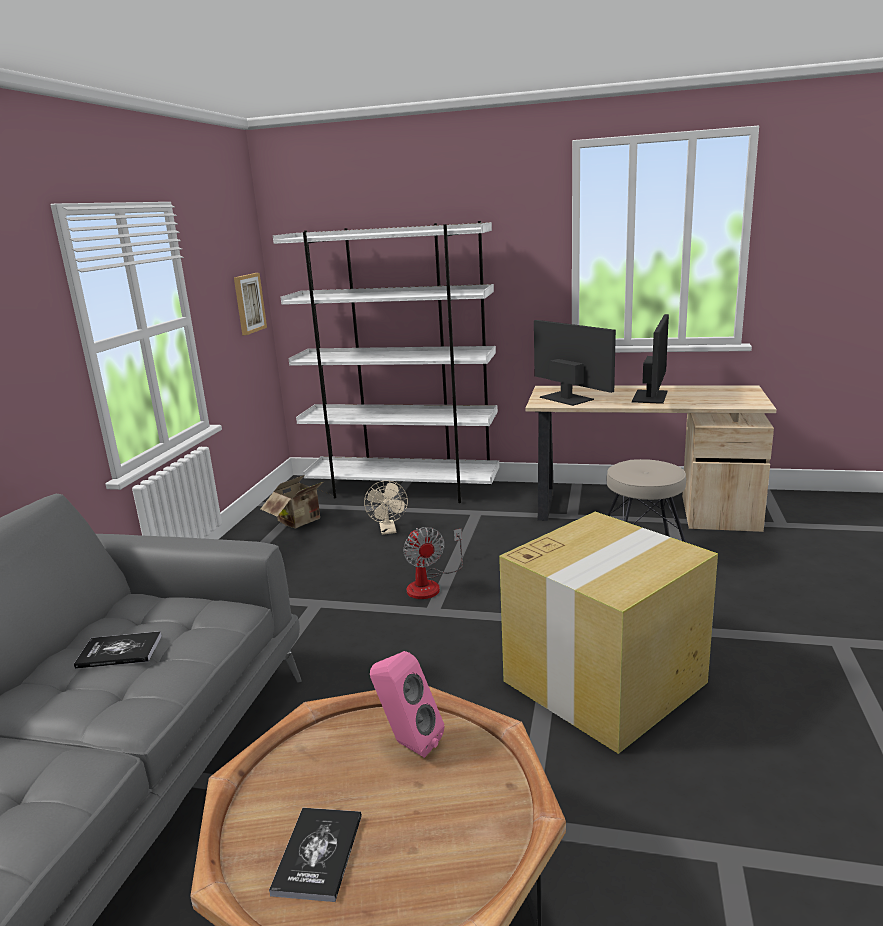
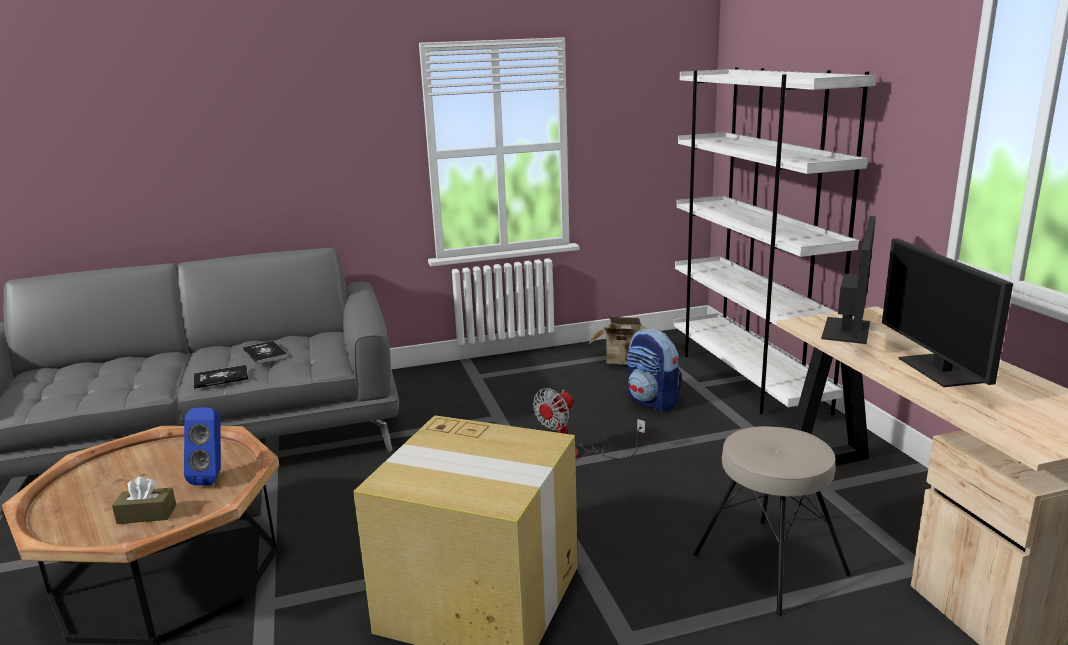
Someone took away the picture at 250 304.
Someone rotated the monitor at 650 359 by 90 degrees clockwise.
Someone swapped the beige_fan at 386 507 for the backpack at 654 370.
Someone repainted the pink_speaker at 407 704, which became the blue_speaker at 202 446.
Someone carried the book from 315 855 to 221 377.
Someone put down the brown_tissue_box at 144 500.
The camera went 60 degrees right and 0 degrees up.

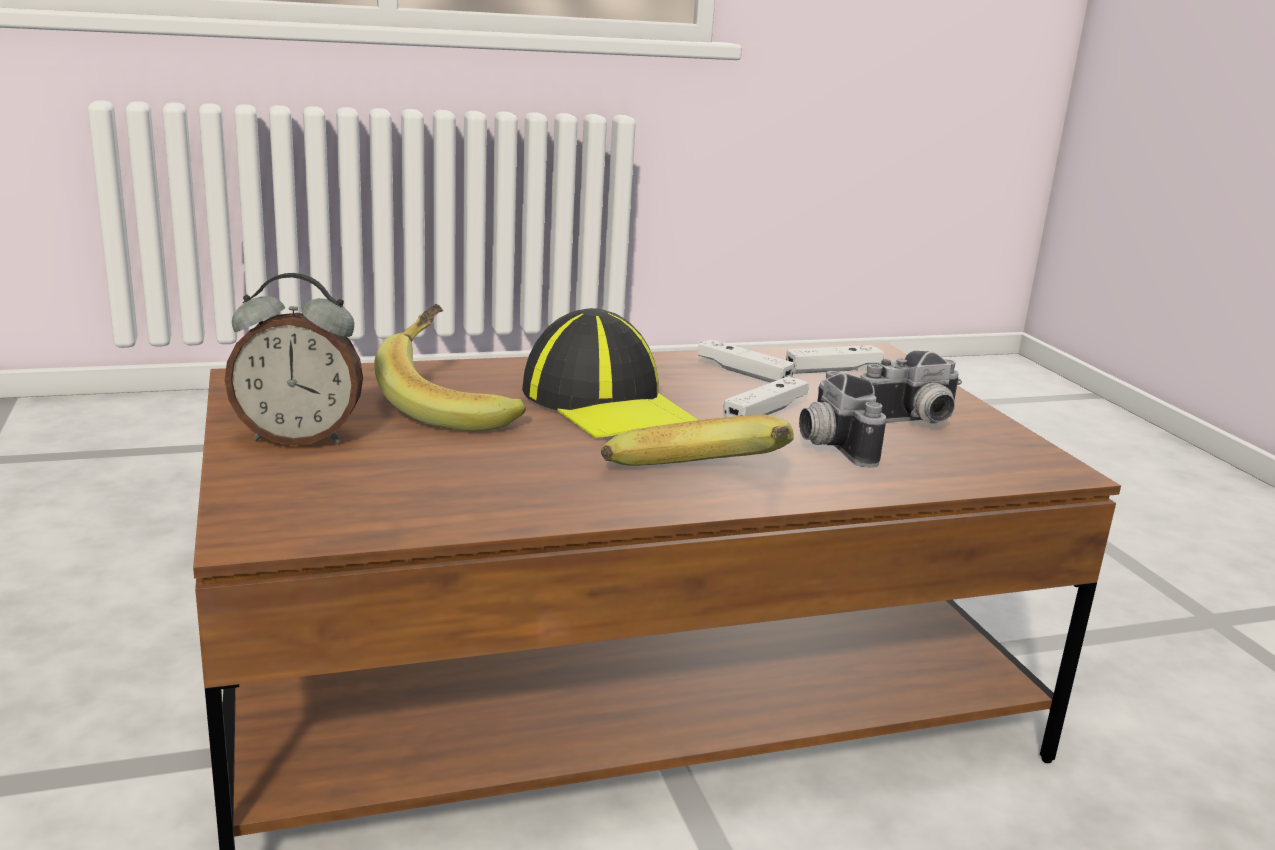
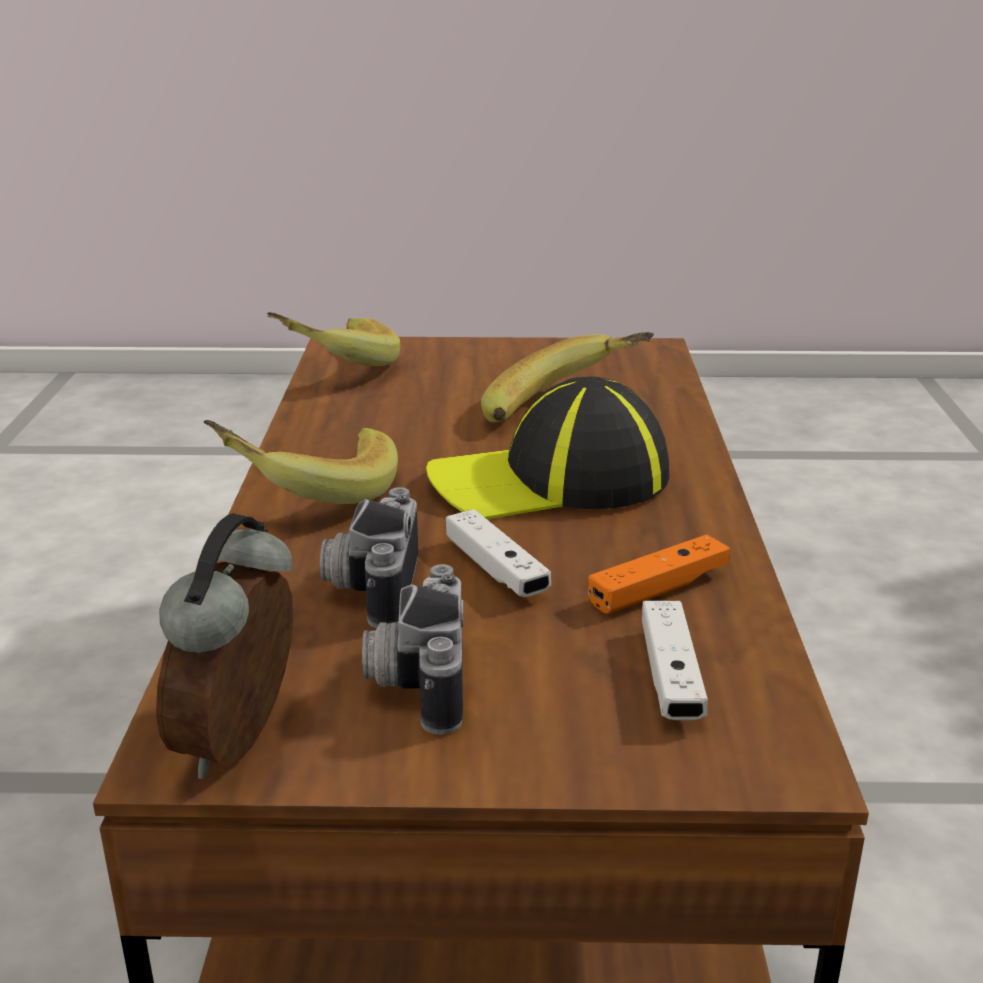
Someone carried the alarm_clock from 294 359 to 224 646.
Someone repainted the white_game_controller at 746 361, which became the orange_game_controller at 659 574.
Someone rotated the photo_camera at 842 419 by 90 degrees counterclockwise.
Someone put down the banana at 333 339.
The camera went 110 degrees right and 5 degrees up.

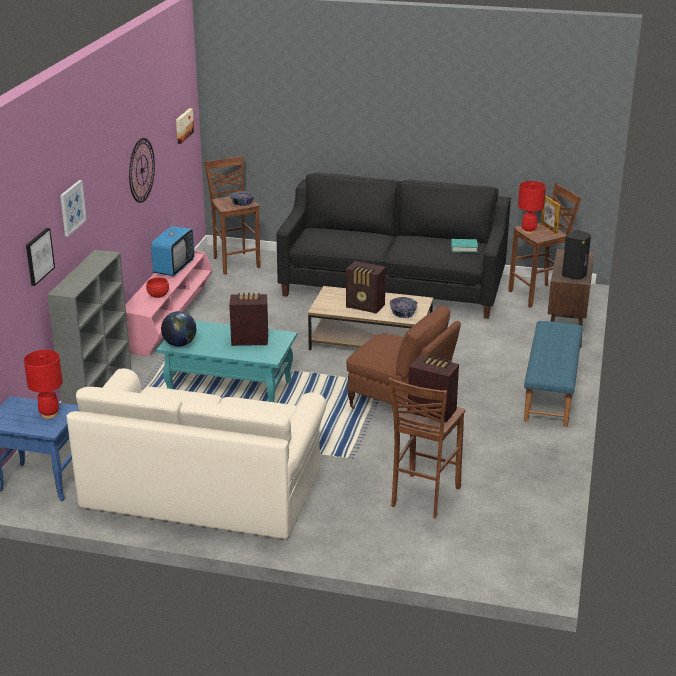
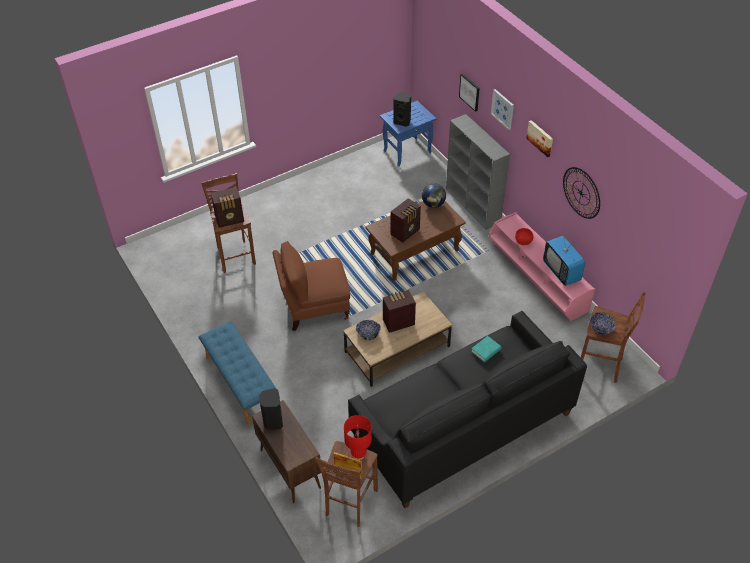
Someone carried the picture from 185 126 to 539 138.
Someone carried the turquoise_book from 464 246 to 486 349.
Someone repainted the turquoise_coffee_table at 227 361, which became the brown_coffee_table at 415 241.
Someone swapped the red_table_lamp at 43 384 for the black_speaker at 402 109.
Someone took away the beige_sofa at 196 454.
The camera went 135 degrees right and 20 degrees up.

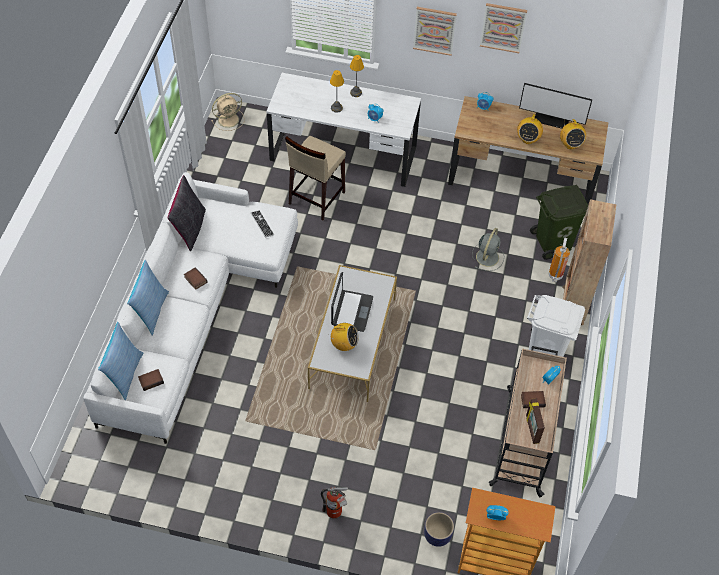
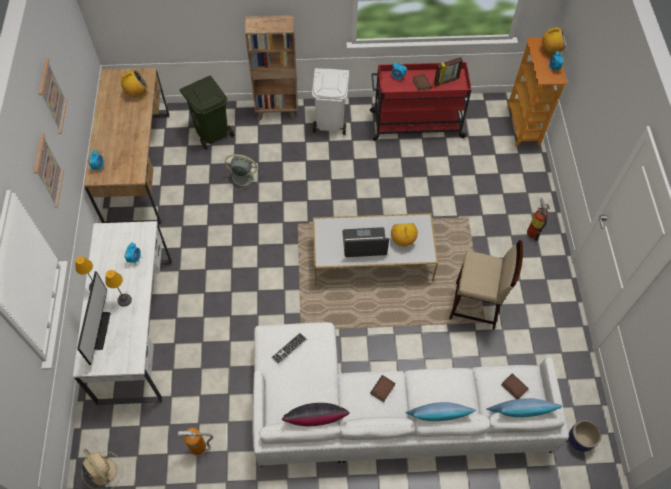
Someone carried the monitor from 556 106 to 94 318.
Someone carried the radio from 530 129 to 554 41.
Someone carried the beige_stool from 315 178 to 486 285.
Someone carried the fire_extinguisher from 559 259 to 195 442.
Someone repainted the beige_cart at 528 421, which became the red_cart at 421 101.
Someone carried the planter from 439 529 to 584 436.
The camera went 105 degrees left and 5 degrees up.

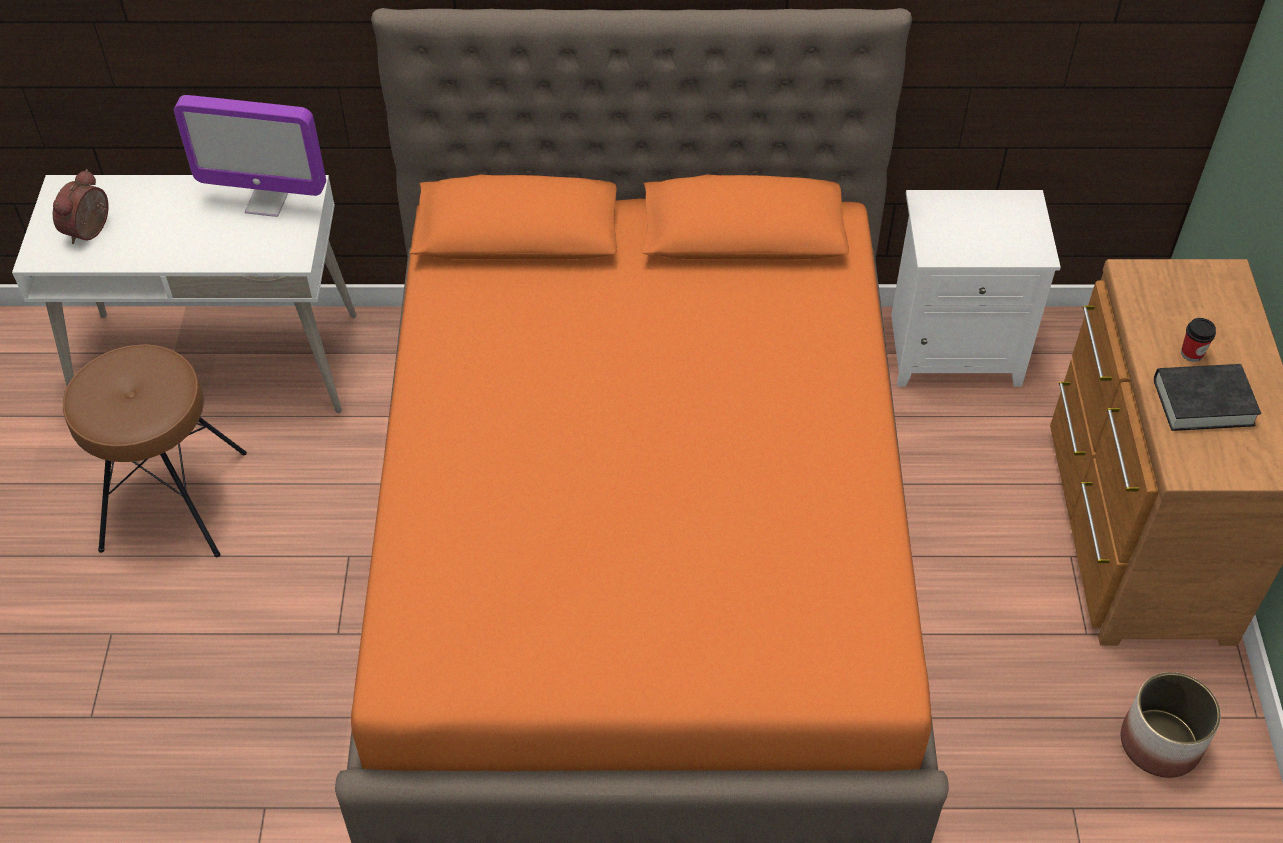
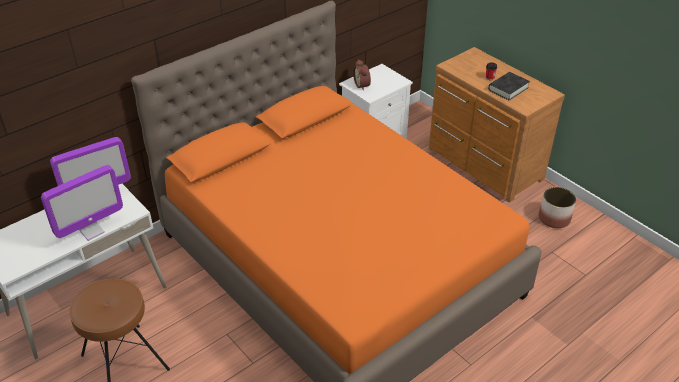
Someone carried the alarm_clock from 81 206 to 362 75.
Someone put down the monitor at 82 203.
The camera went 40 degrees left and 10 degrees down.

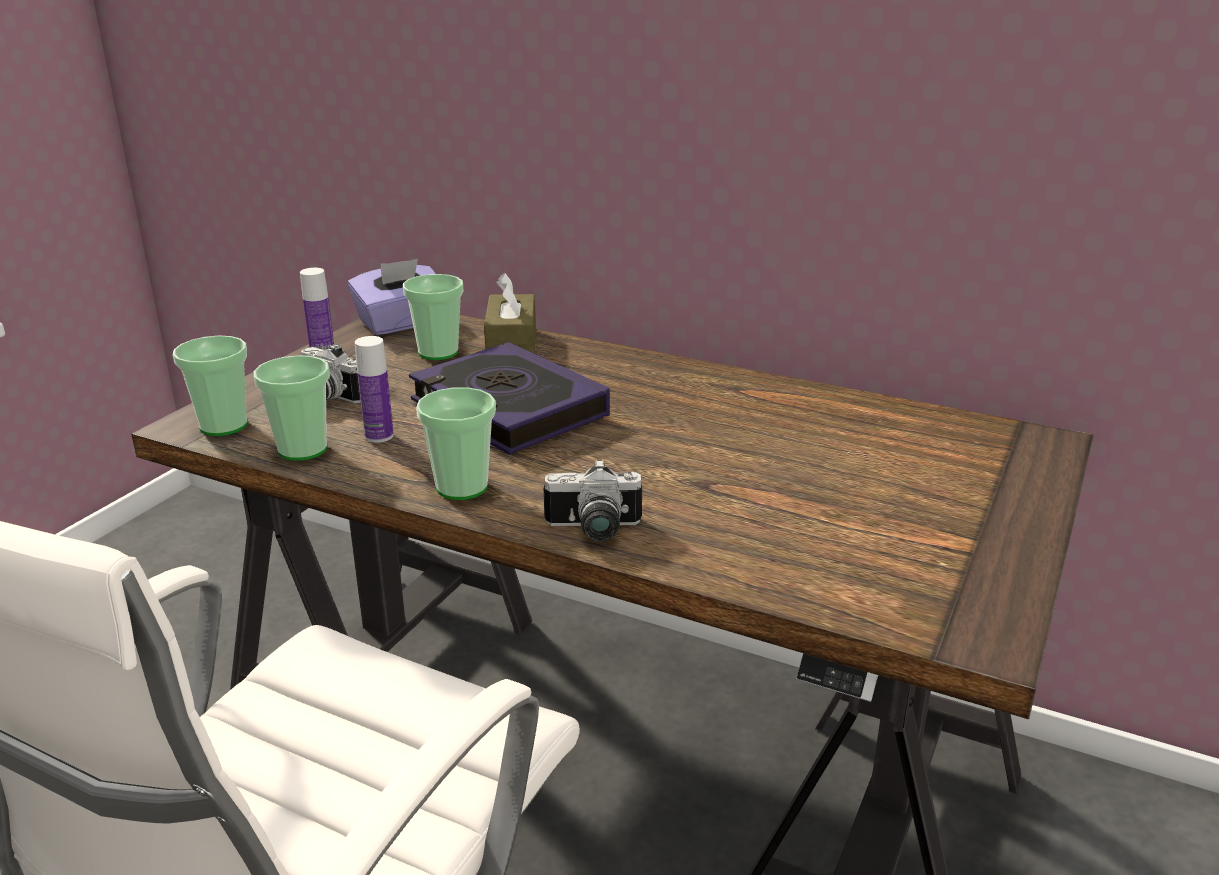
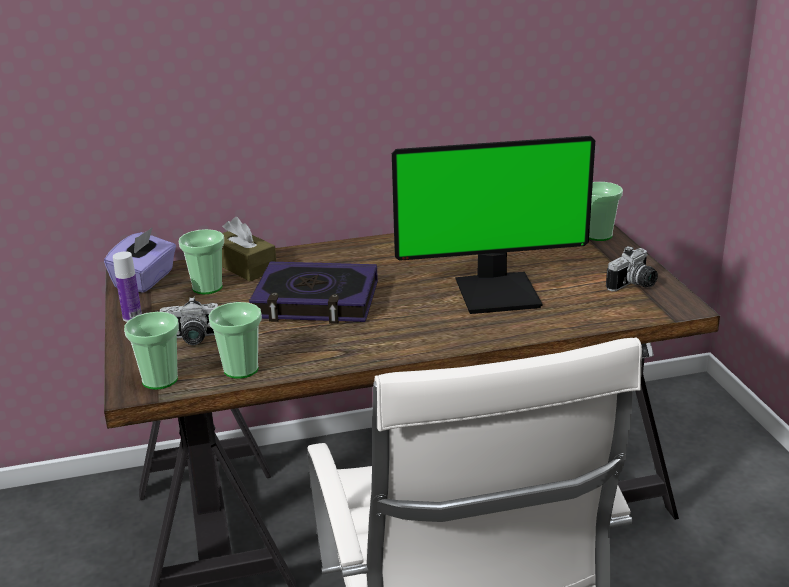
Someone took away the bottle at 374 389.
Someone carried the cup from 456 443 to 606 211.
Someone carried the photo_camera from 593 500 to 632 269.
Someone put down the monitor at 493 225.
The camera went 40 degrees left and 0 degrees up.

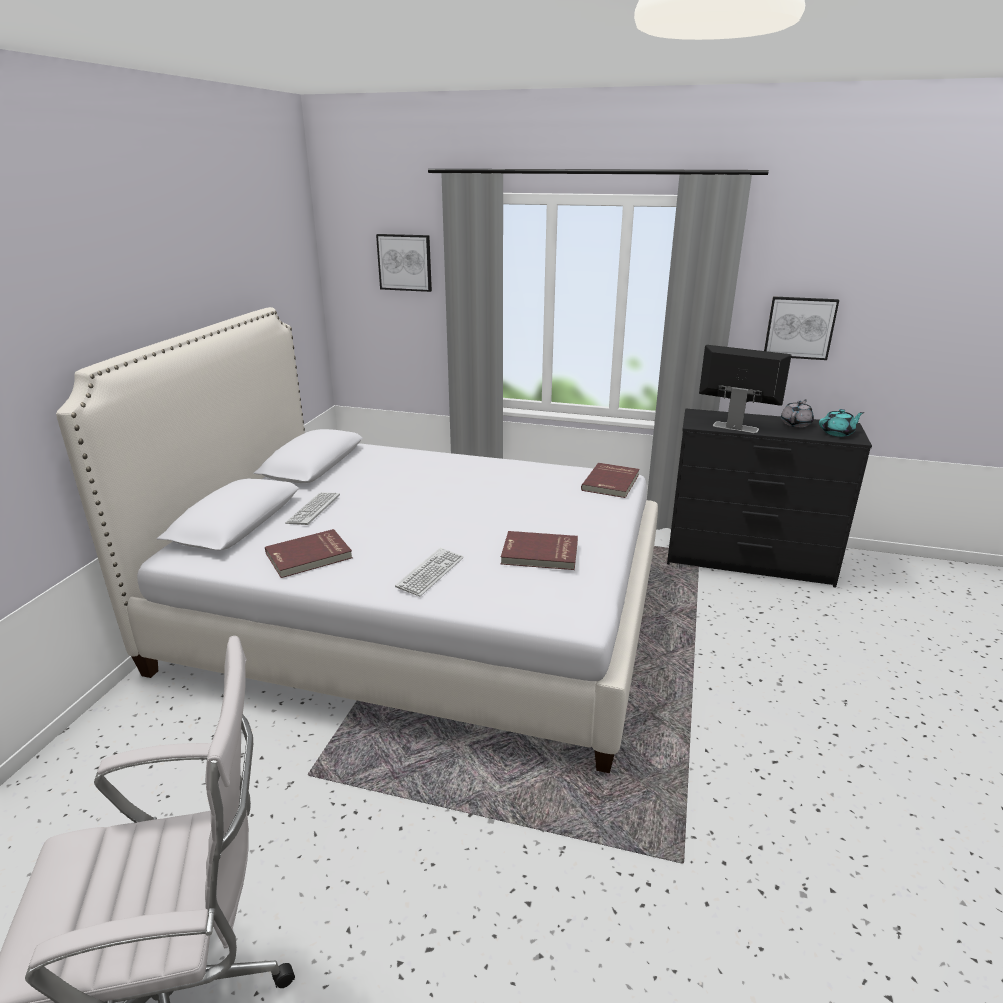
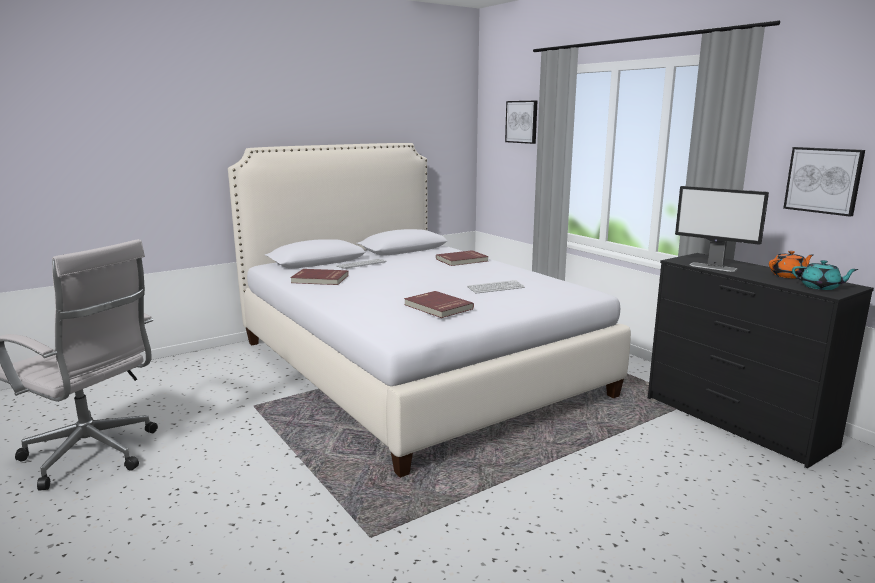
Someone rotated the monitor at 745 389 by 150 degrees clockwise.
Someone repainted the grey_teapot at 797 413, which became the orange_teapot at 791 264.
Someone carried the red_book from 610 480 to 462 258.
Someone carried the keyboard from 429 572 to 496 286.
The camera went 40 degrees right and 10 degrees down.

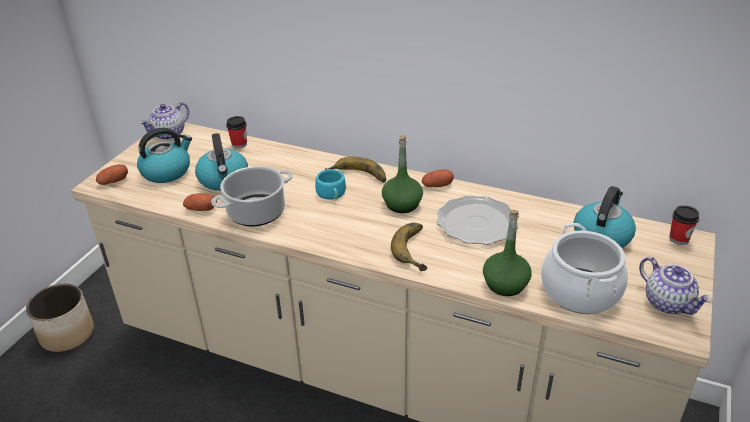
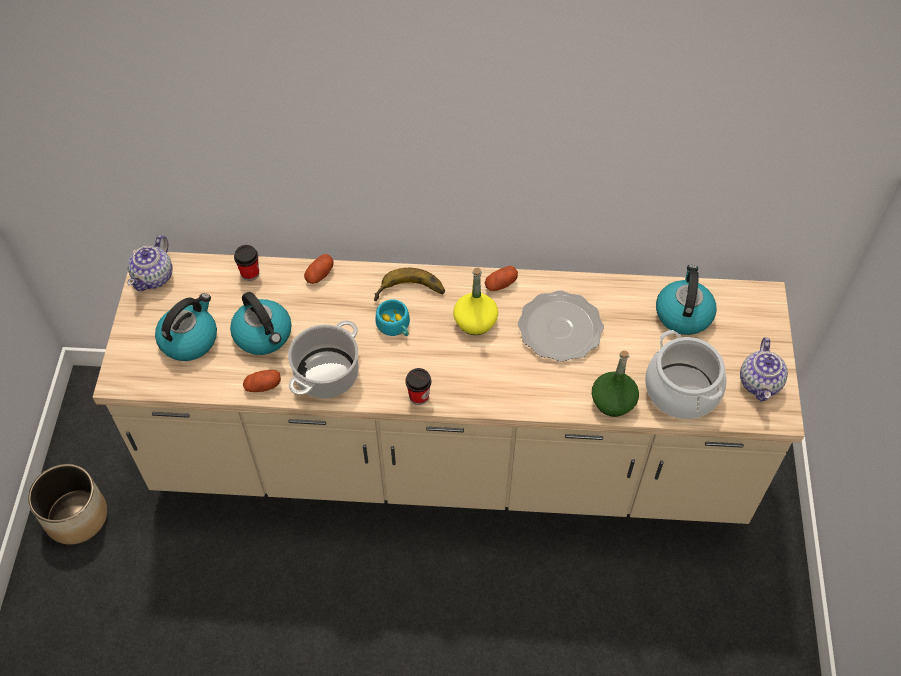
Someone repainted the green_bottle at 402 174, which became the yellow_bottle at 475 301.
Someone carried the potato from 112 174 to 319 269.
Someone carried the cup from 684 225 to 418 386.
Someone took away the banana at 409 247.
Someone rotated the teapot at 675 286 by 60 degrees clockwise.
The camera went 20 degrees left and 20 degrees up.

